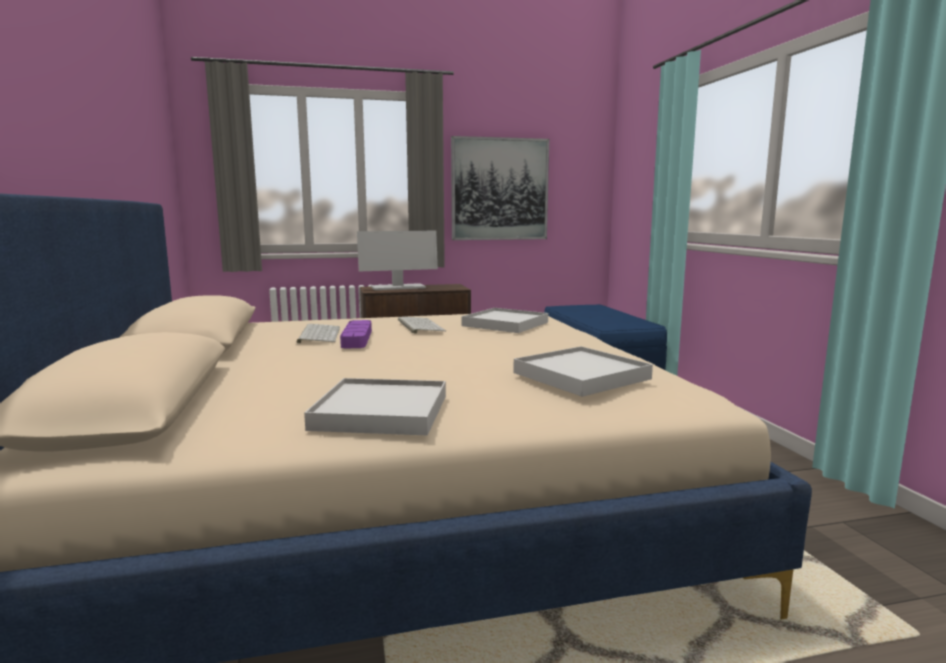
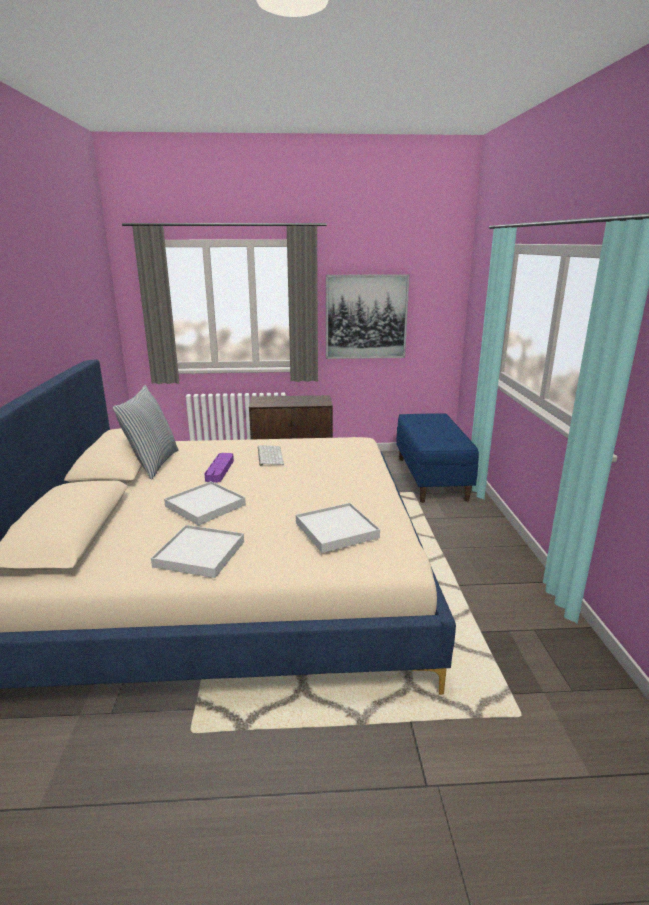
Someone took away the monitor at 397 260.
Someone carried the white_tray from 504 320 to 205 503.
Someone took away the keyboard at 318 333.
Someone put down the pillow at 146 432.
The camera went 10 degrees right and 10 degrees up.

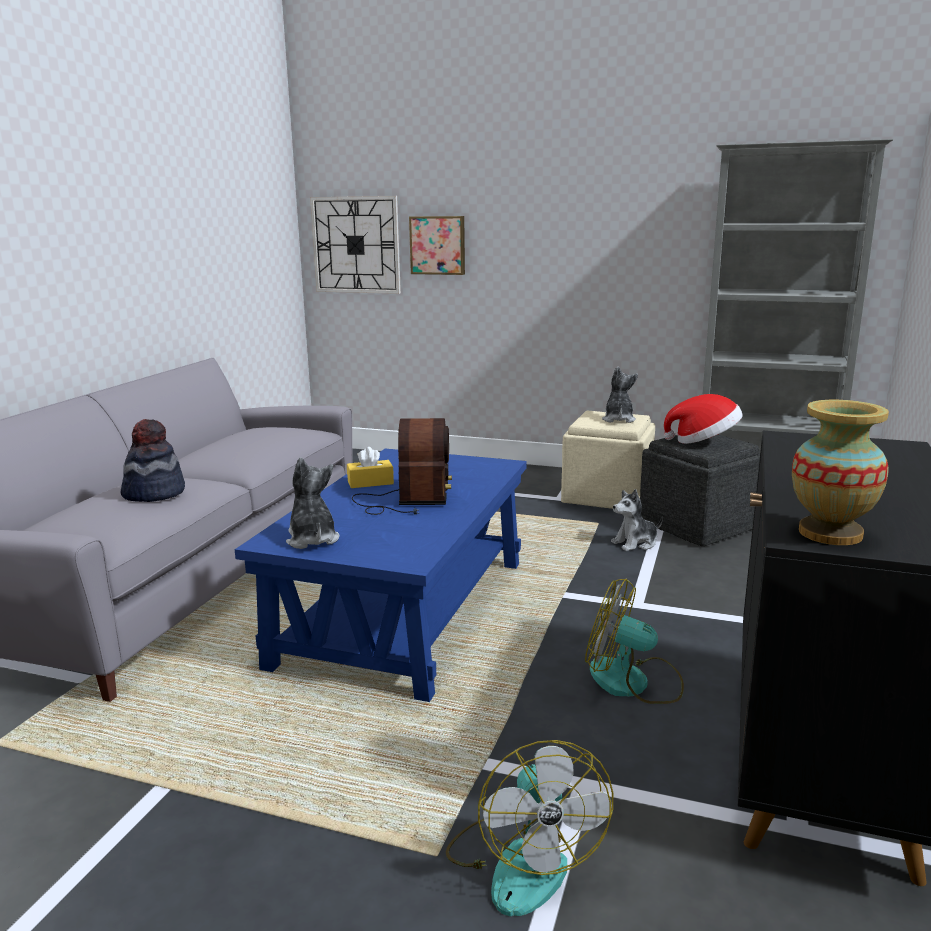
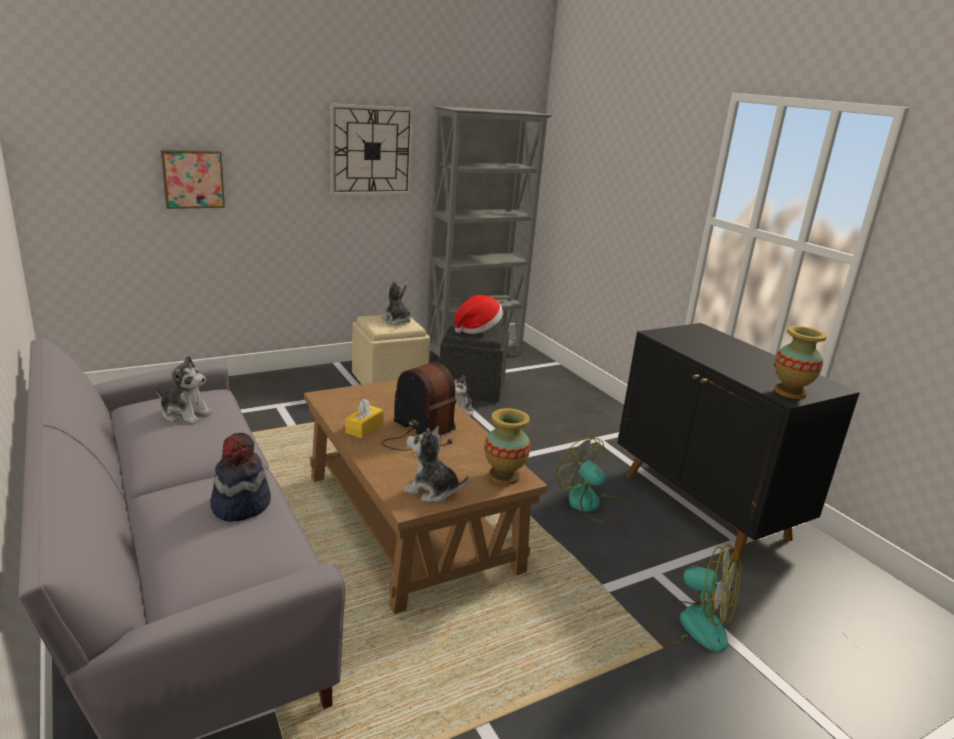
Someone carried the wall_clock from 355 245 to 372 149.
Someone repainted the blue_coffee_table at 381 575, which became the brown_coffee_table at 426 496.
Someone rotated the fan at 634 641 by 75 degrees clockwise.
Someone put down the plush_toy at 184 390.
Someone put down the vase at 507 446.
The camera went 50 degrees left and 5 degrees up.

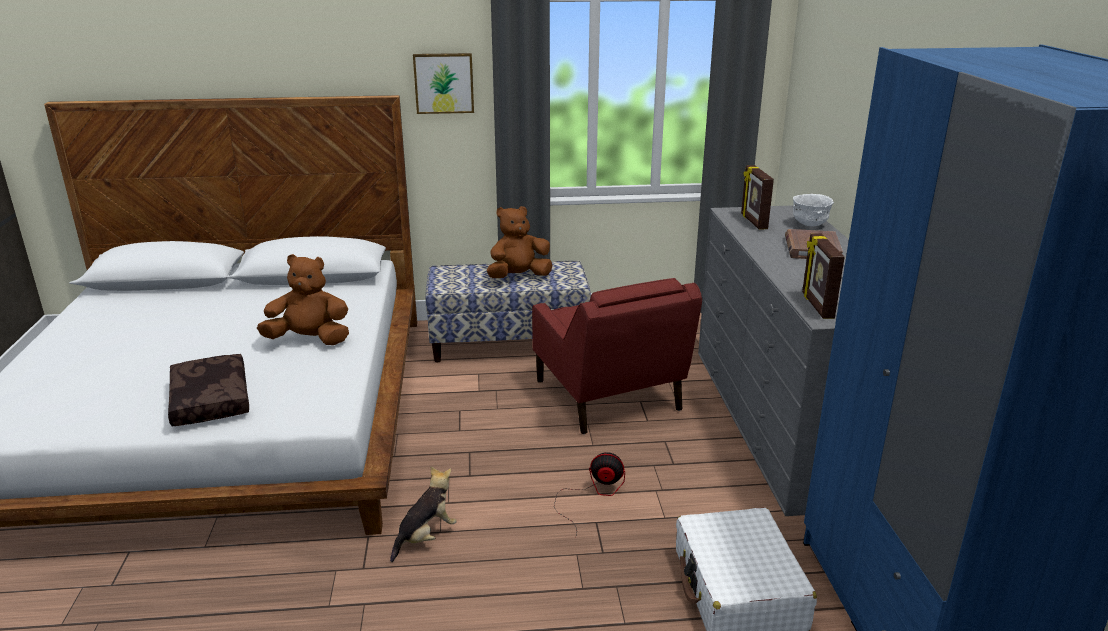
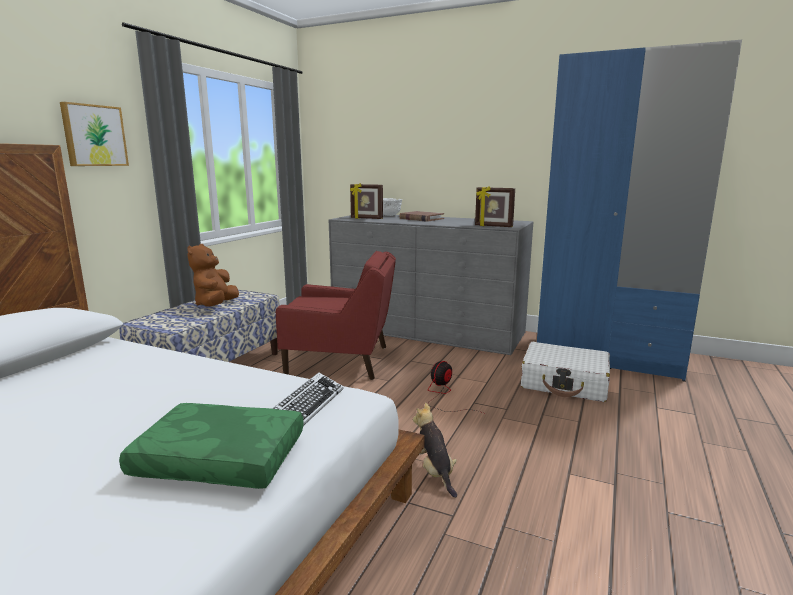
Someone took away the brown_plush_toy at 303 299.
Someone repainted the brown_pillow at 208 390, which became the green_pillow at 211 446.
Someone put down the keyboard at 307 399.
The camera went 60 degrees left and 10 degrees down.

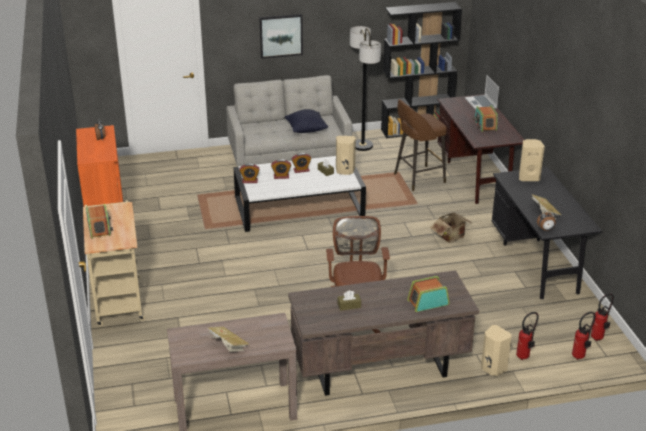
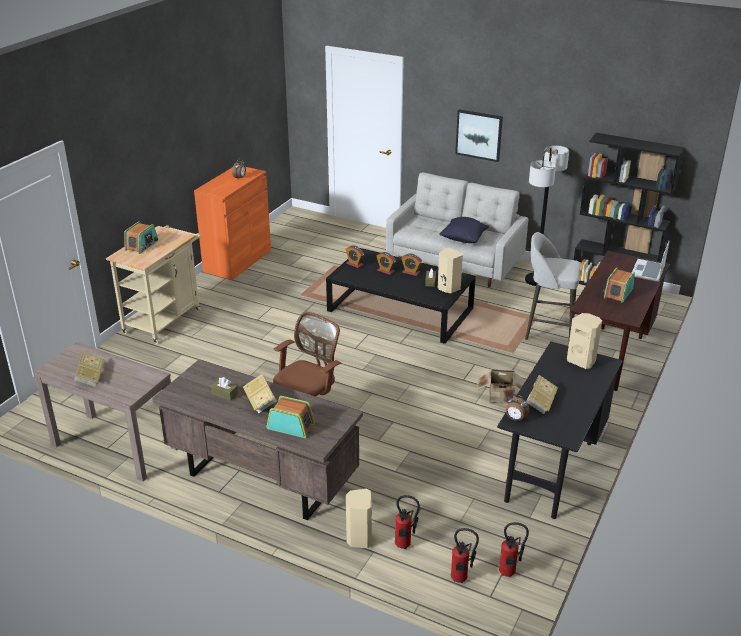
Someone repainted the brown_stool at 420 145, which became the grey_stool at 553 286.
Someone repainted the white_coffee_table at 299 194, which became the black_coffee_table at 401 296.
Someone put down the book at 260 393.
The camera went 40 degrees right and 0 degrees up.

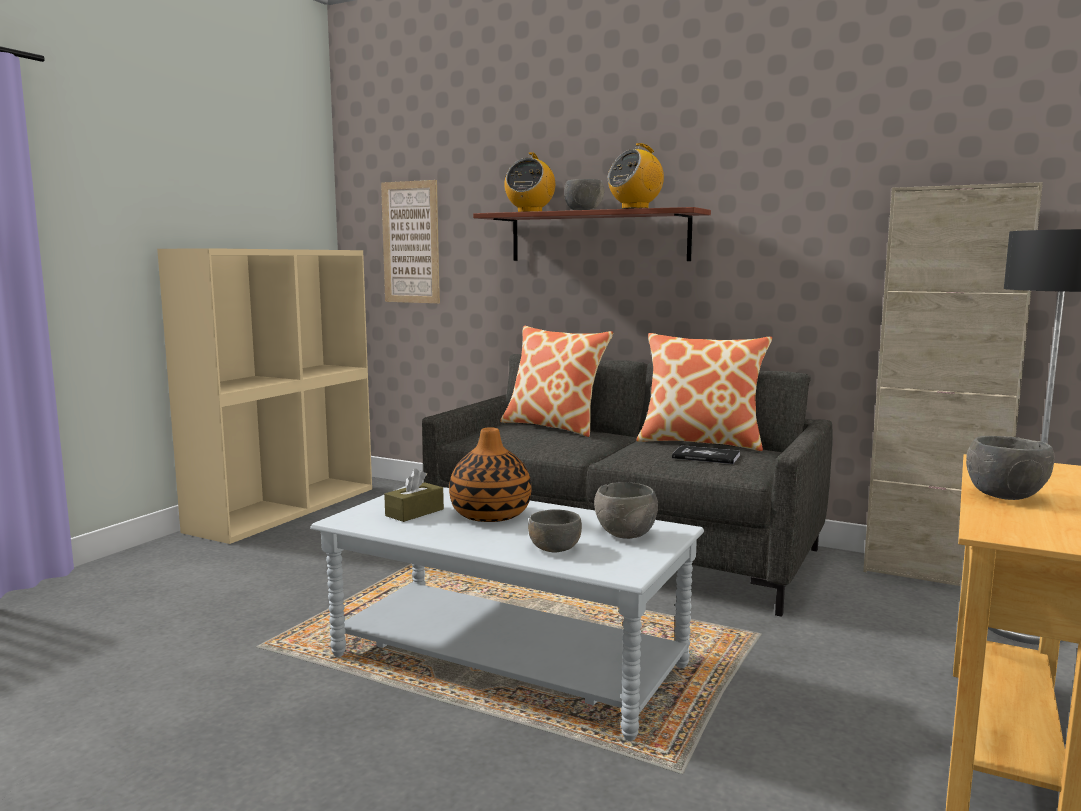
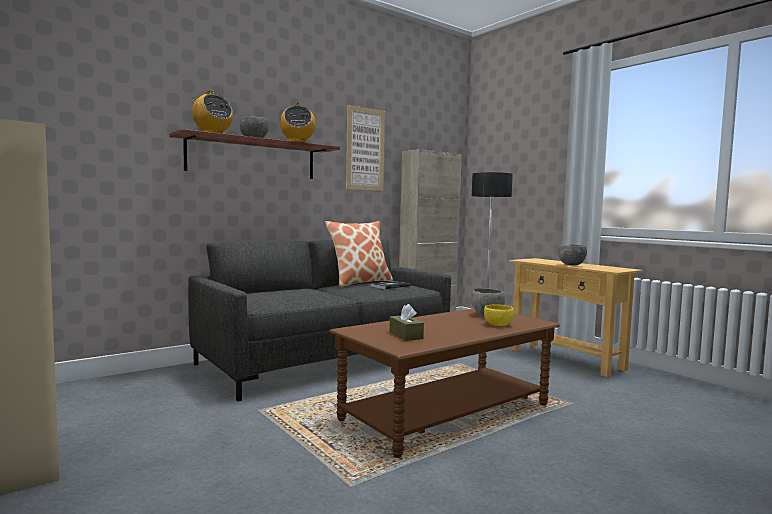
Someone carried the picture from 410 241 to 365 148.
Someone took away the pillow at 556 381.
Someone took away the vase at 490 475.
Someone repainted the grey_coffee_table at 507 613, which became the brown_coffee_table at 444 383.
Someone repainted the grey_bowl at 555 530, which became the yellow_bowl at 499 315.
The camera went 65 degrees left and 5 degrees down.

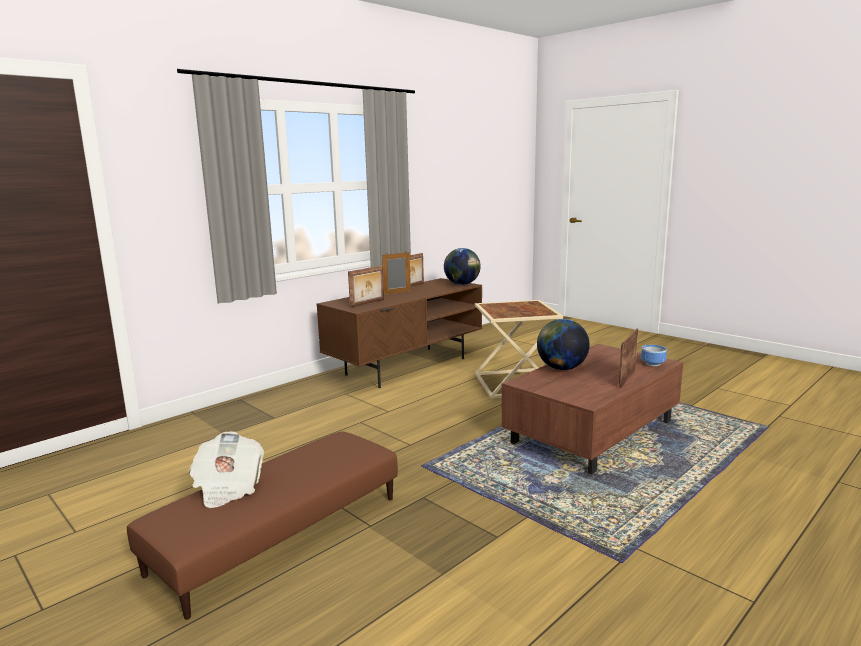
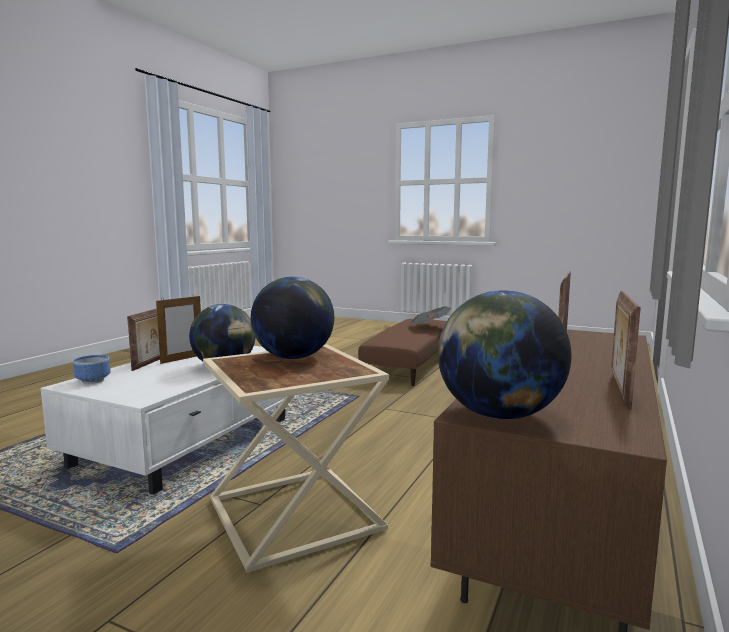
Someone carried the picture_frame from 396 273 to 178 329.
Someone repainted the brown_coffee_table at 592 409, which became the white_coffee_table at 168 420.
Someone put down the globe at 292 318.
The camera went 160 degrees right and 5 degrees down.

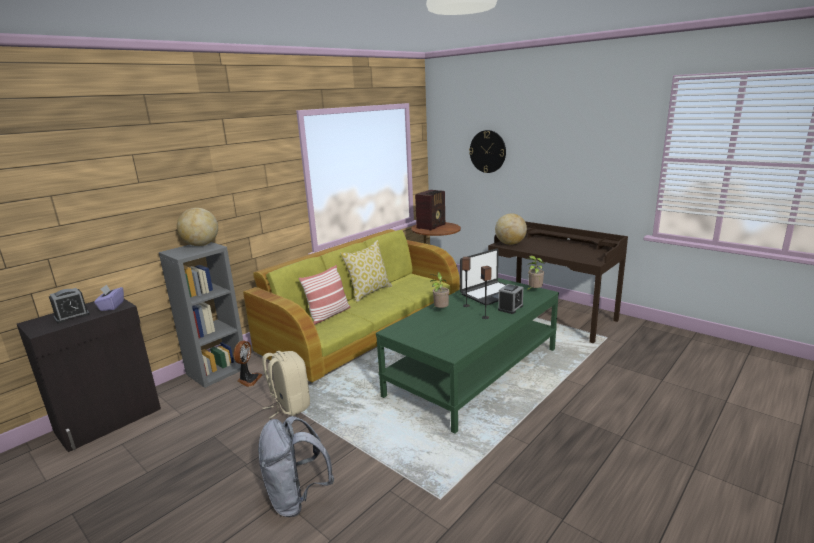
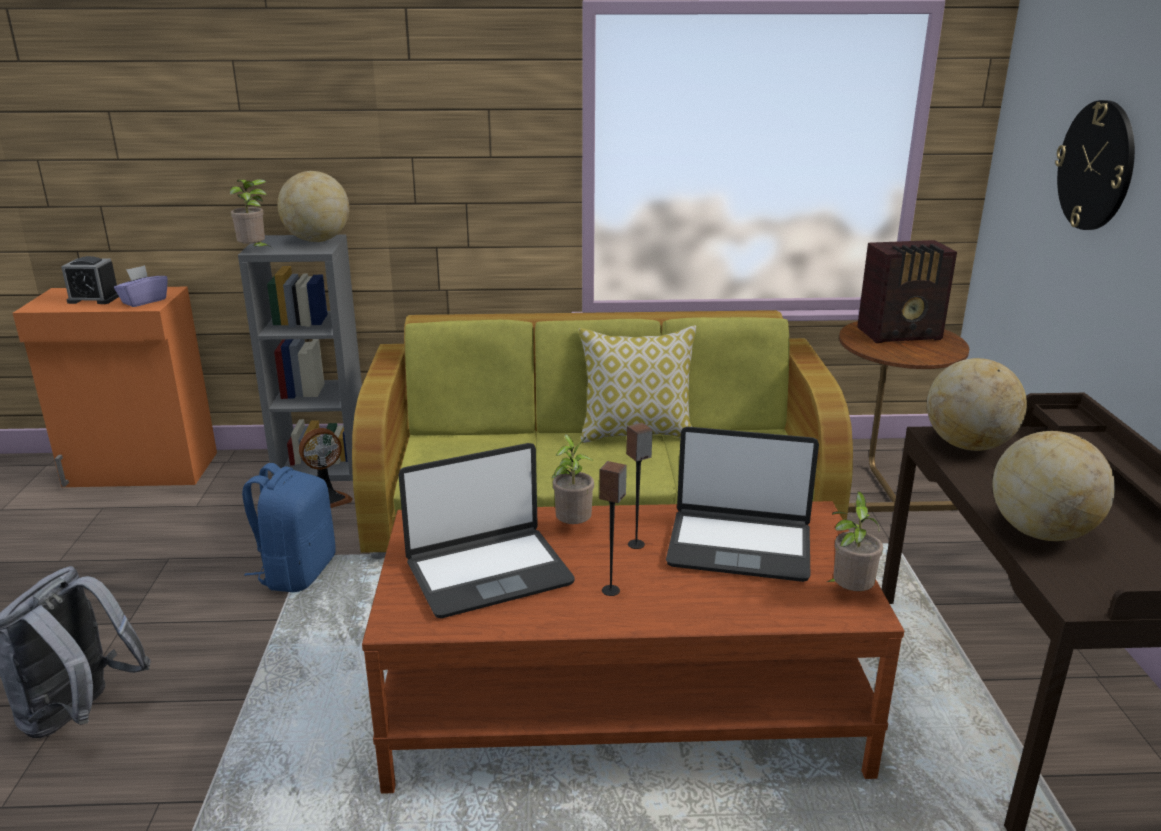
Someone took away the pillow at 324 295.
Someone repainted the green_coffee_table at 467 356, which became the brown_coffee_table at 633 647.
Someone took away the alarm_clock at 511 299.
Someone repainted the black_cabinet at 89 375, which became the orange_cabinet at 115 387.
Someone repainted the beige_backpack at 286 384, which became the blue_backpack at 289 527.
Someone put down the potted_plant at 249 213.
Someone put down the globe at 1053 486.
Someone put down the laptop at 487 530.
The camera went 45 degrees right and 5 degrees up.

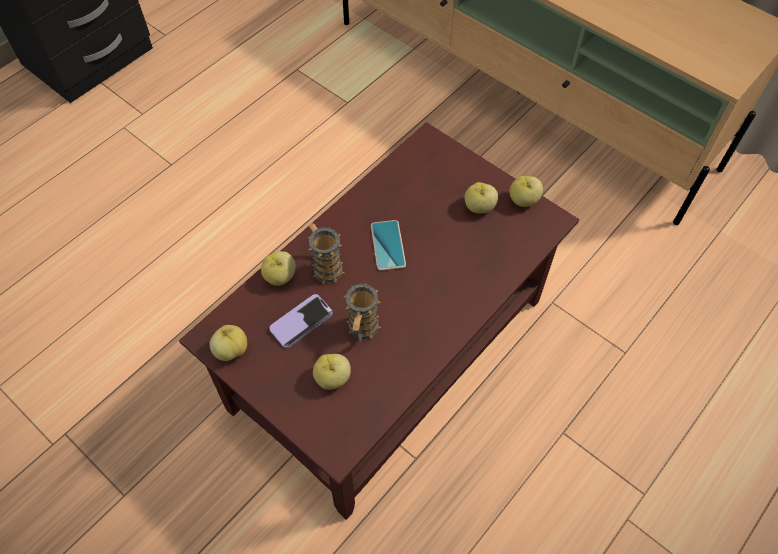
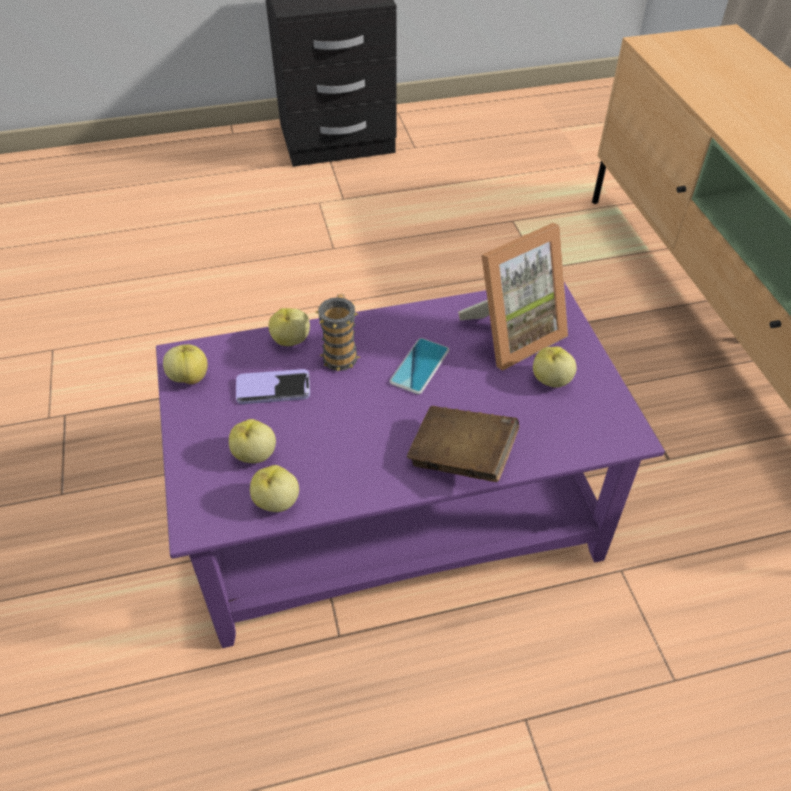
Someone repainted the brown_coffee_table at 379 321, which became the purple_coffee_table at 410 465.
Someone carried the apple from 526 191 to 274 488.
Someone took away the mug at 362 313.
Someone put down the picture_frame at 513 296.
Someone put down the brown_book at 463 444.
The camera went 35 degrees right and 10 degrees down.

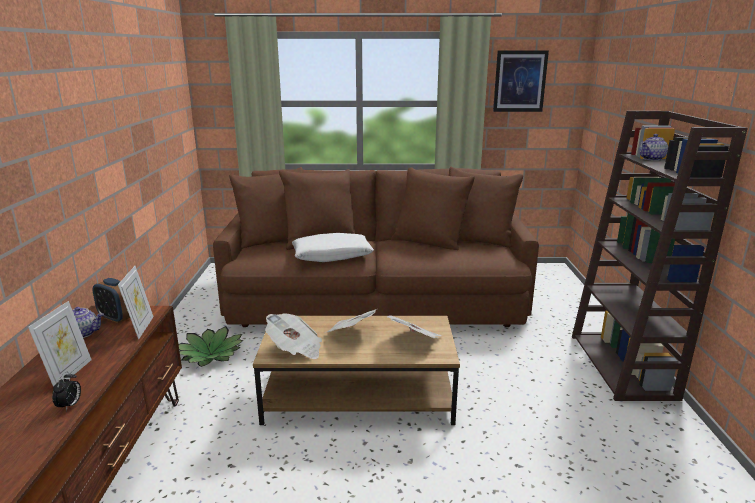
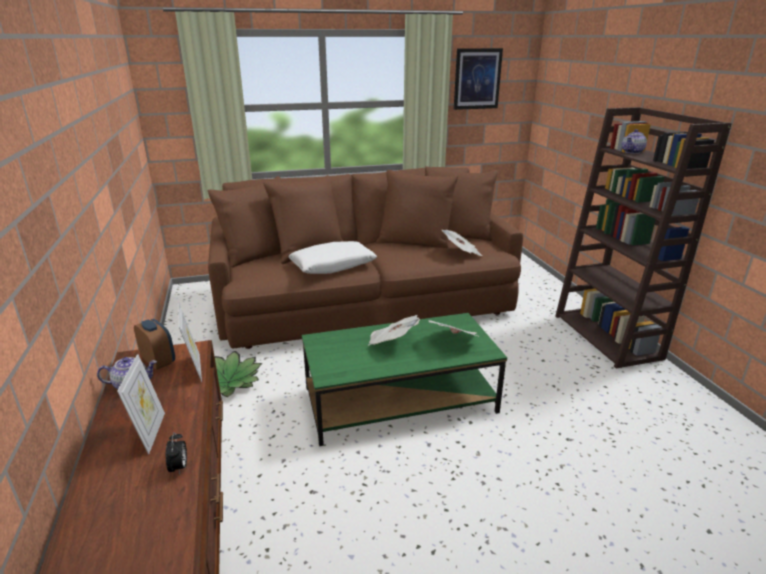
Someone rotated the alarm_clock at 111 300 by 150 degrees counterclockwise.
Someone carried the newspaper from 293 336 to 462 243.
Someone repainted the brown_coffee_table at 356 370, which became the green_coffee_table at 404 379.
The camera went 15 degrees left and 5 degrees up.

